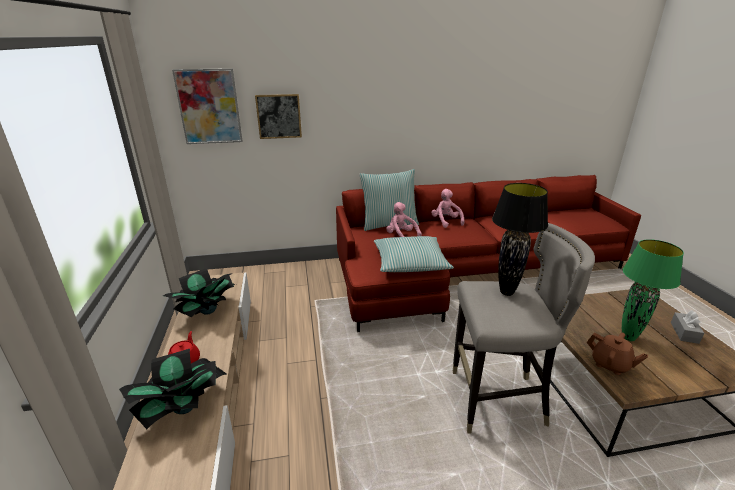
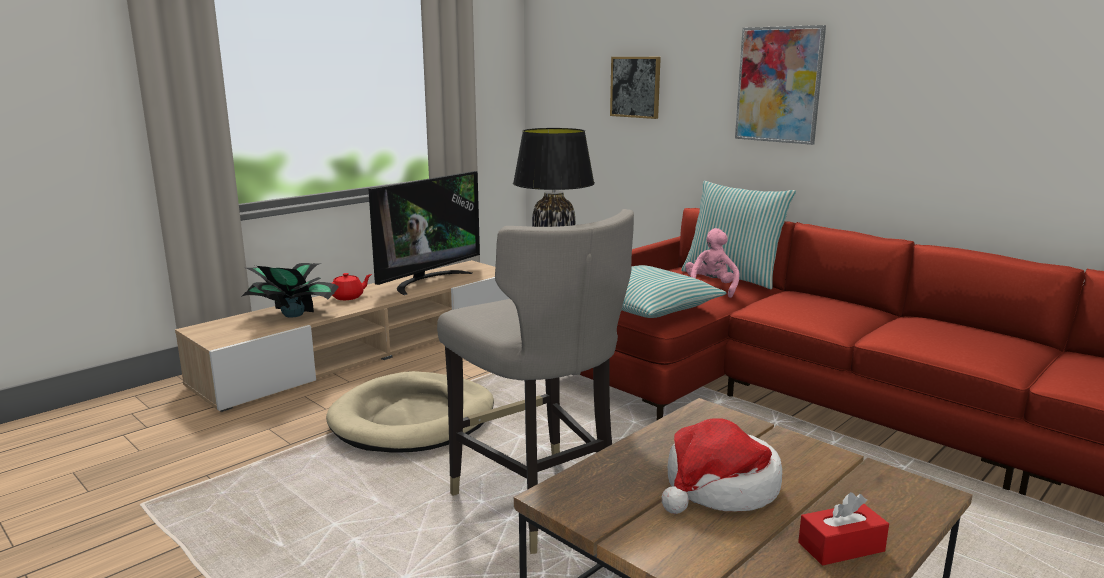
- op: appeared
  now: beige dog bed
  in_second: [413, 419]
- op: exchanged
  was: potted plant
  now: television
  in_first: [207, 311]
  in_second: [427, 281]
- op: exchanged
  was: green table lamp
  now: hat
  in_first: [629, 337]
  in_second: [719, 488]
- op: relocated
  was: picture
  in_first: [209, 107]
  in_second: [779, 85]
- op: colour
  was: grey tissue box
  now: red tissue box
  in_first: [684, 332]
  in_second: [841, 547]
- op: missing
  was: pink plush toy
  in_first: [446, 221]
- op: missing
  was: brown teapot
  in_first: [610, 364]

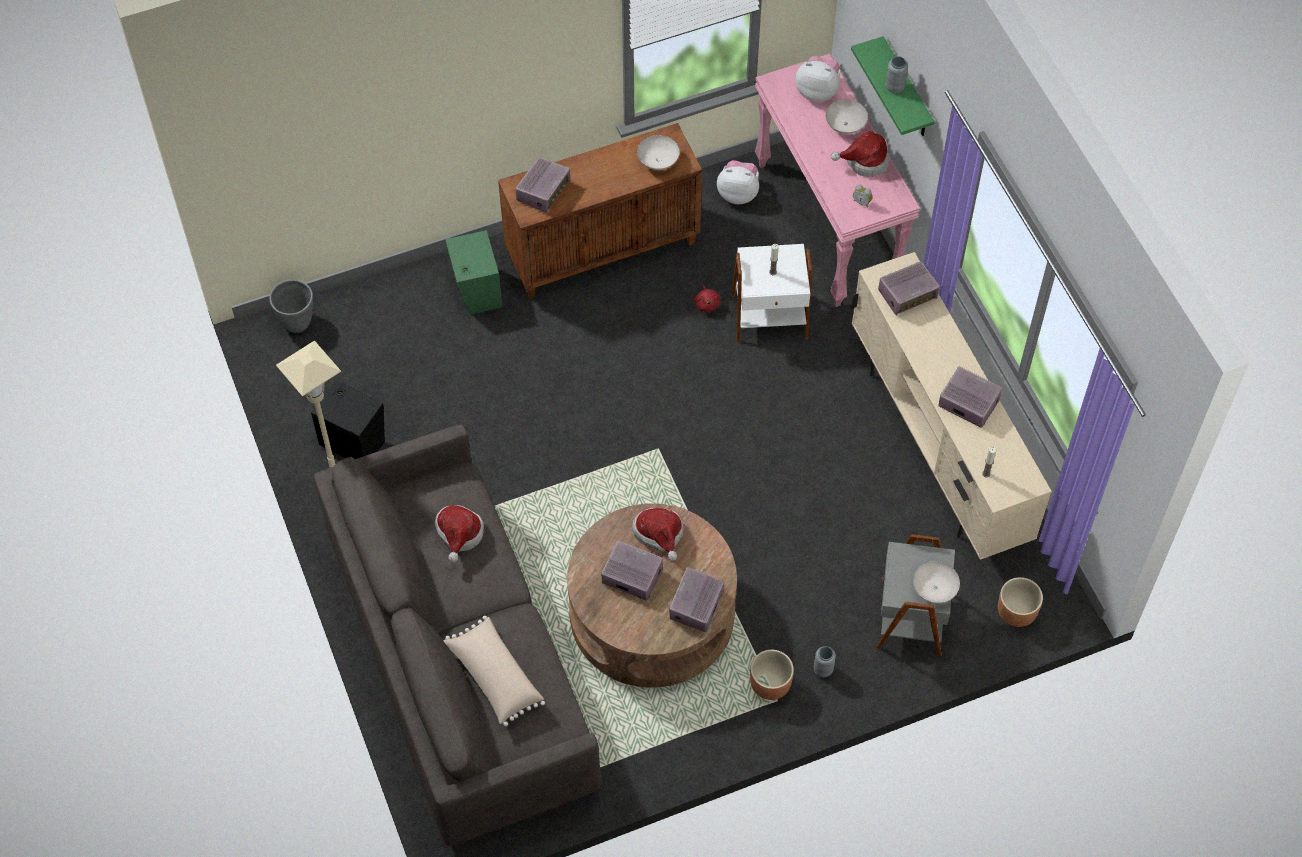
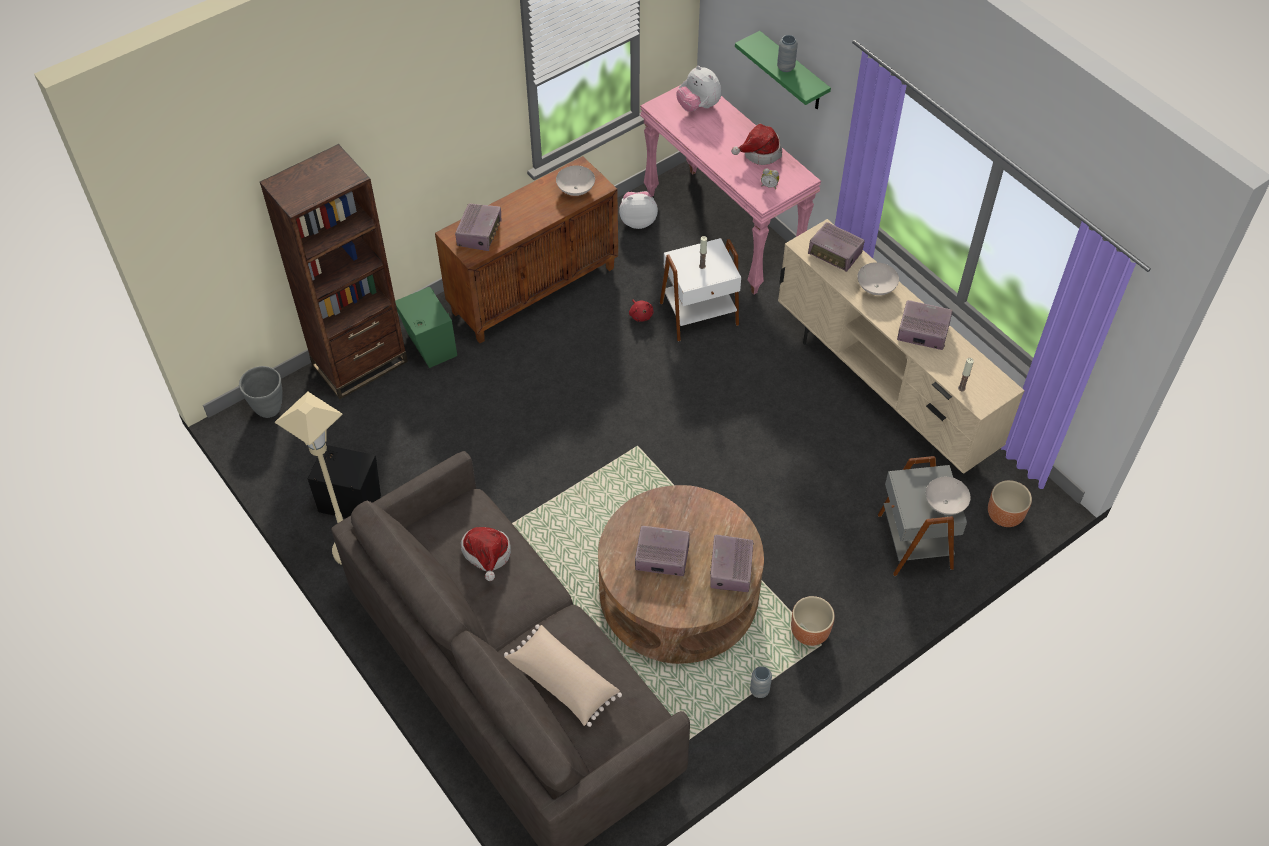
- op: appeared
  now: brown bookcase
  in_second: [360, 363]
- op: spun
  was: plush toy
  in_first: [817, 91]
  in_second: [698, 106]
  clockwise: -135
- op: relocated
  was: grey vase
  in_first: [823, 670]
  in_second: [759, 690]
- op: spun
  was: radio
  in_first: [908, 295]
  in_second: [835, 254]
  clockwise: 75
- op: relocated
  was: white bowl
  in_first: [845, 125]
  in_second: [876, 287]
- op: missing
  was: hat
  in_first: [660, 536]

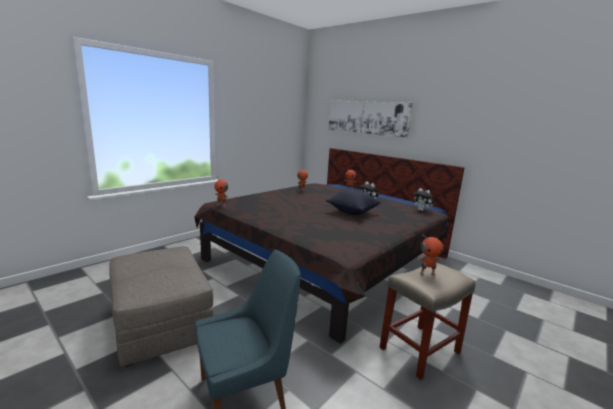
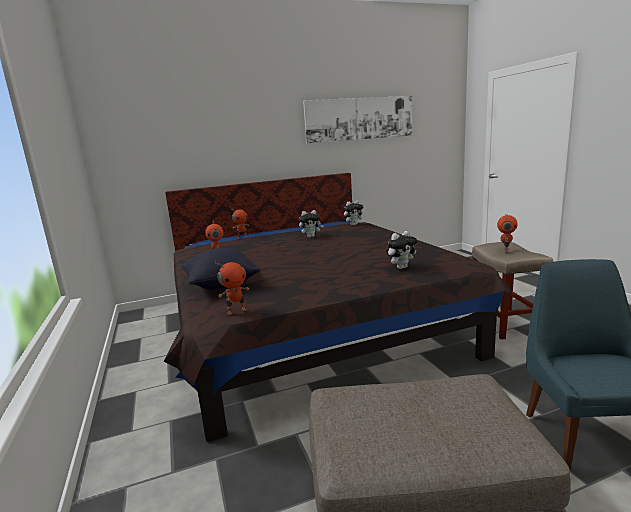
- op: relocated
  was: black pillow
  in_first: [352, 212]
  in_second: [221, 285]
- op: relocated
  was: picture
  in_first: [367, 117]
  in_second: [359, 119]
- op: appeared
  now: plush toy
  in_second: [401, 267]

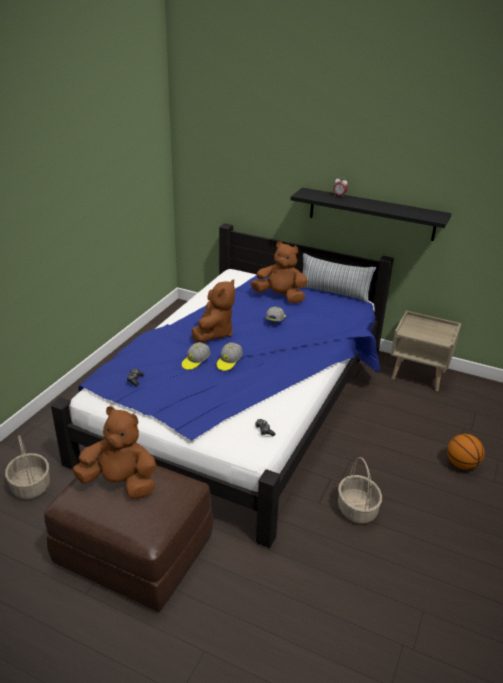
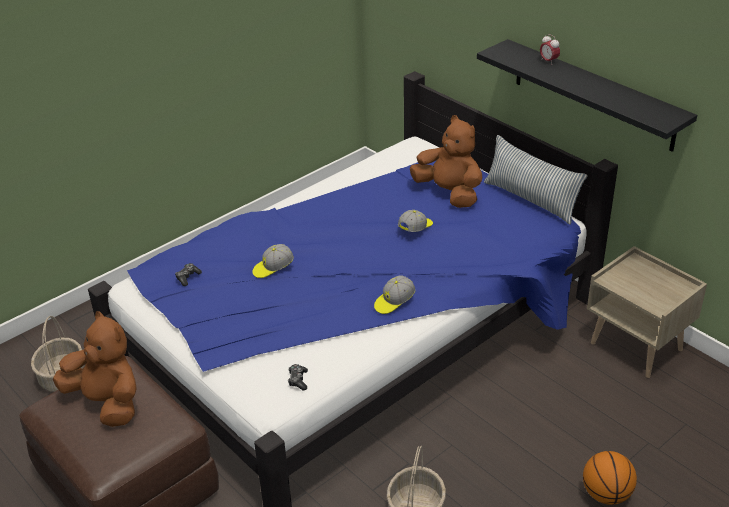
- op: relocated
  was: cap
  in_first: [229, 362]
  in_second: [394, 302]
- op: missing
  was: brown plush toy
  in_first: [214, 333]

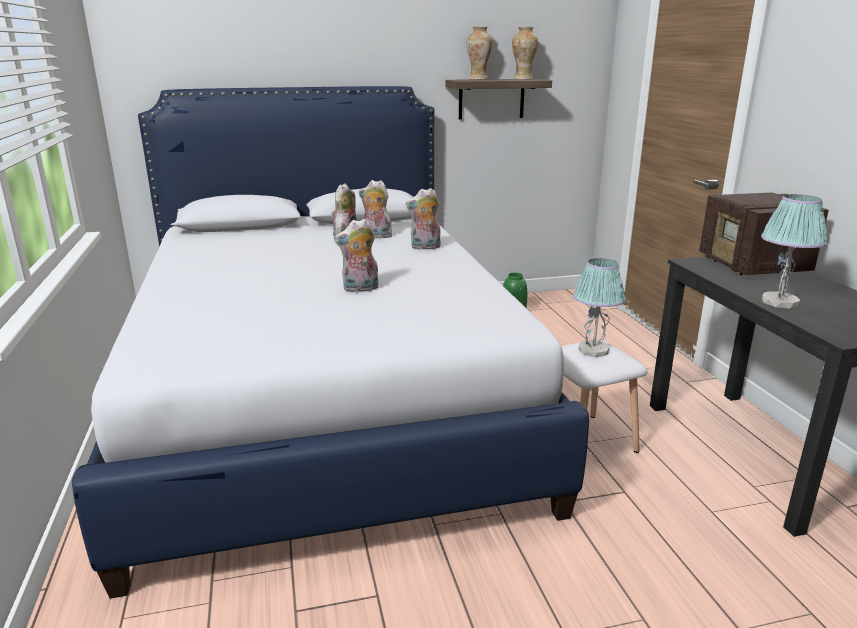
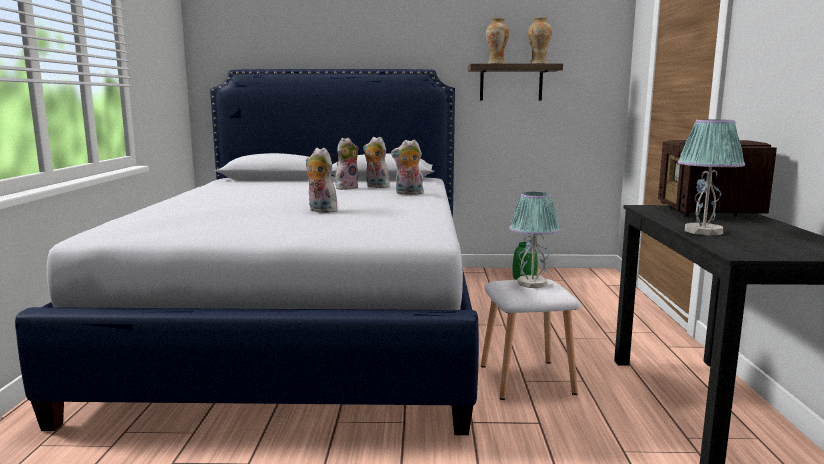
- op: spun
  was: plush toy
  in_first: [360, 289]
  in_second: [320, 211]
  clockwise: 45

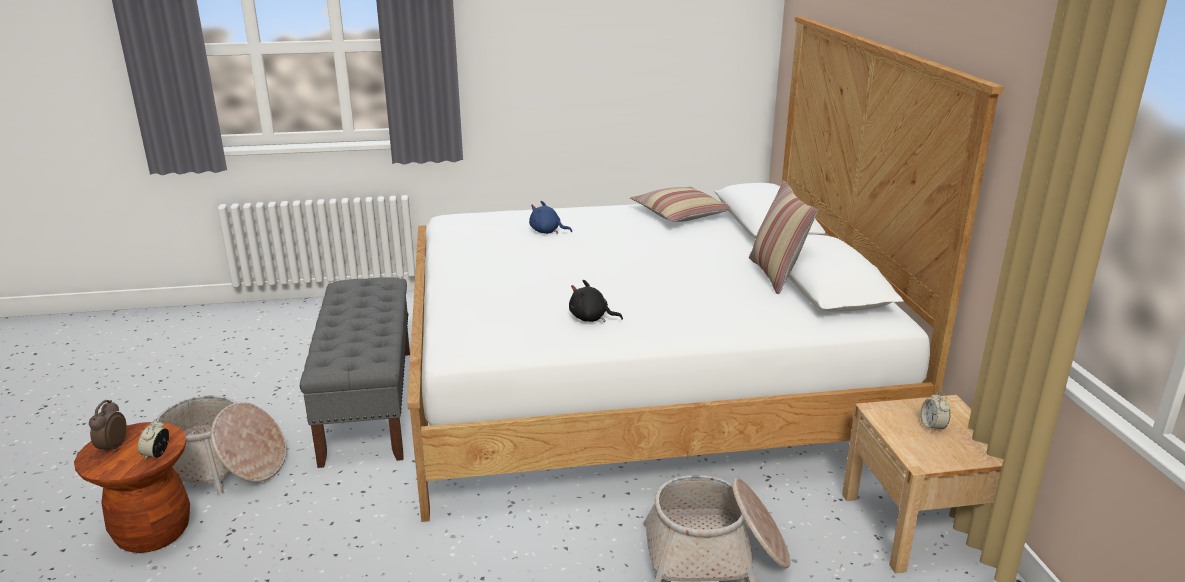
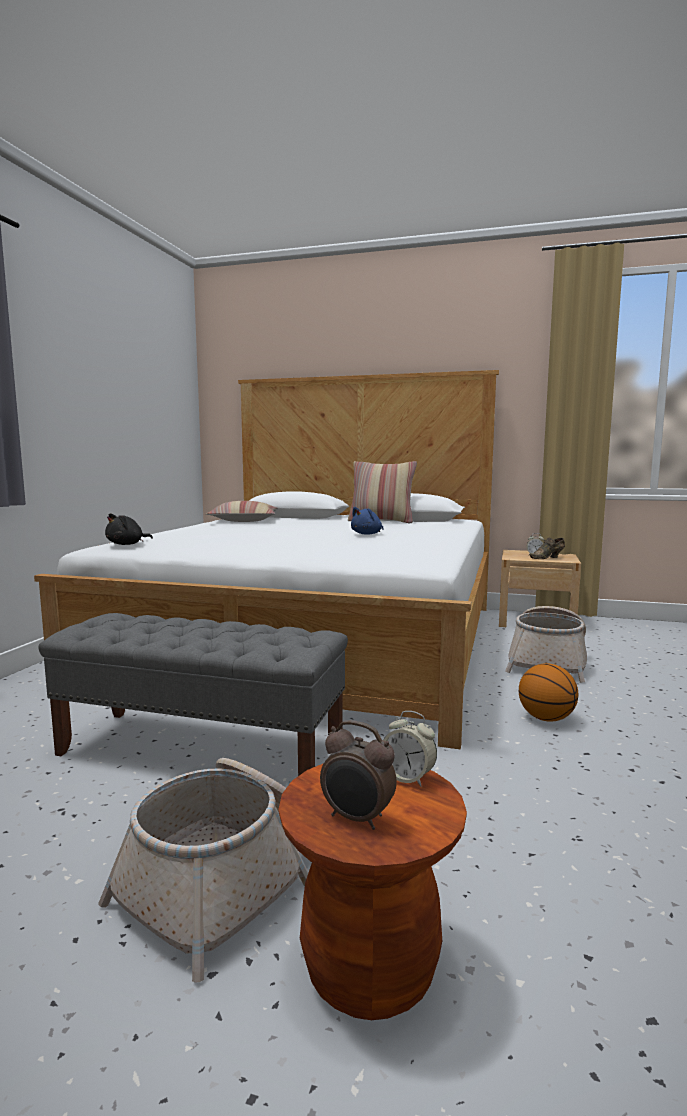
- op: relocated
  was: black plush toy
  in_first: [591, 318]
  in_second: [127, 544]
- op: relocated
  was: blue plush toy
  in_first: [547, 232]
  in_second: [367, 534]
- op: appeared
  now: basketball
  in_second: [546, 718]
- op: appeared
  now: brown shoe
  in_second: [548, 558]

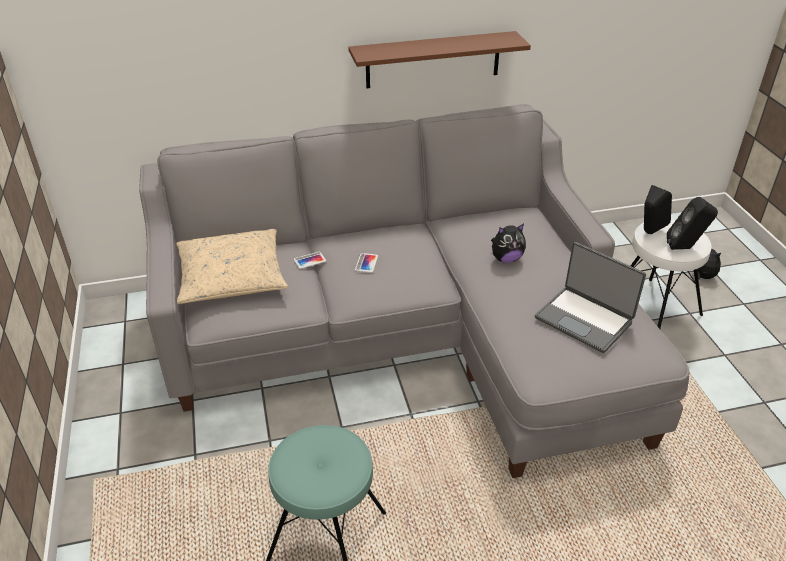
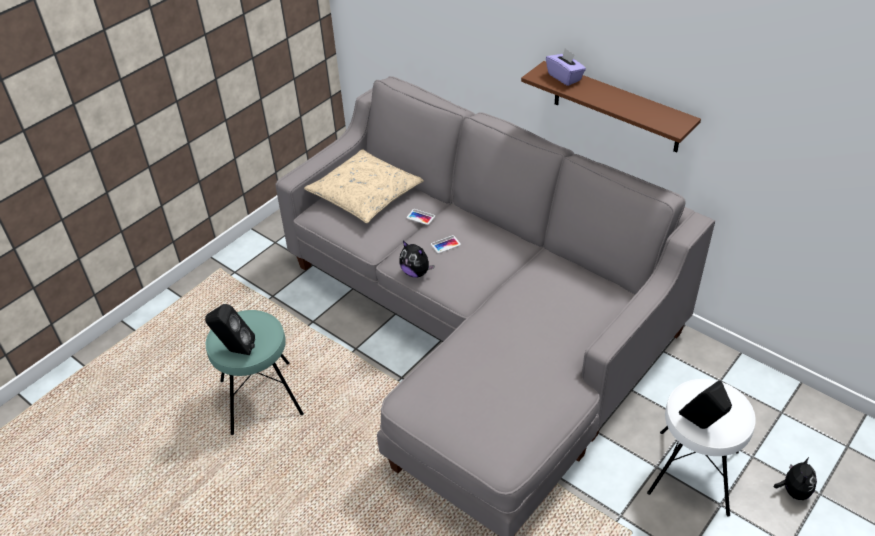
- op: relocated
  was: black speaker
  in_first: [649, 233]
  in_second: [235, 350]
- op: relocated
  was: plush toy
  in_first: [506, 259]
  in_second: [416, 272]
- op: appeared
  now: purple tissue box
  in_second: [565, 77]
- op: missing
  was: laptop
  in_first: [584, 319]

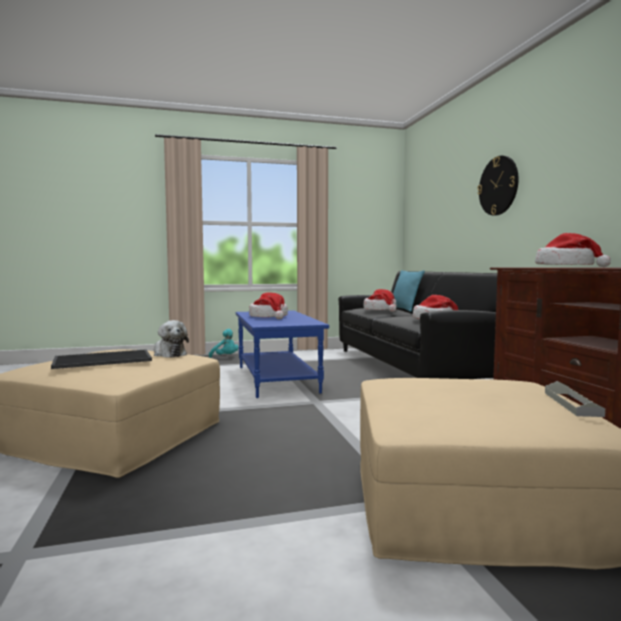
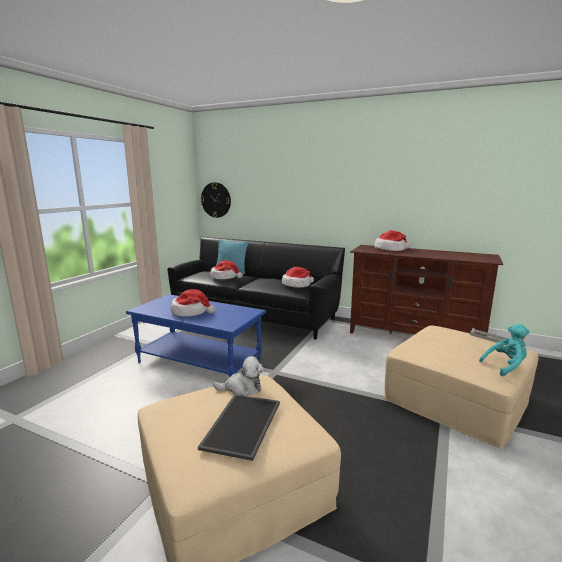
- op: relocated
  was: wall clock
  in_first: [498, 186]
  in_second: [216, 200]
- op: relocated
  was: turquoise plush toy
  in_first: [225, 357]
  in_second: [505, 366]

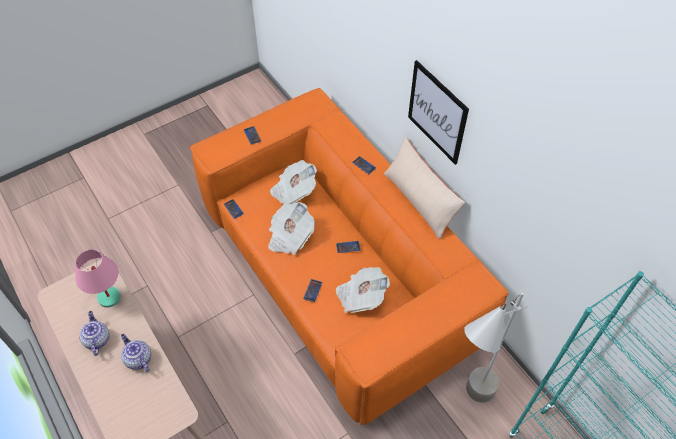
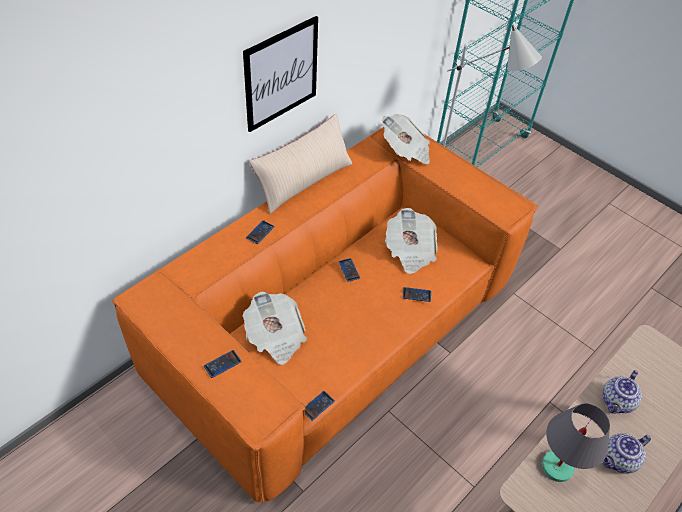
- op: relocated
  was: newspaper
  in_first: [290, 236]
  in_second: [406, 151]
- op: colour
  was: pink table lamp
  now: grey table lamp
  in_first: [110, 297]
  in_second: [556, 466]

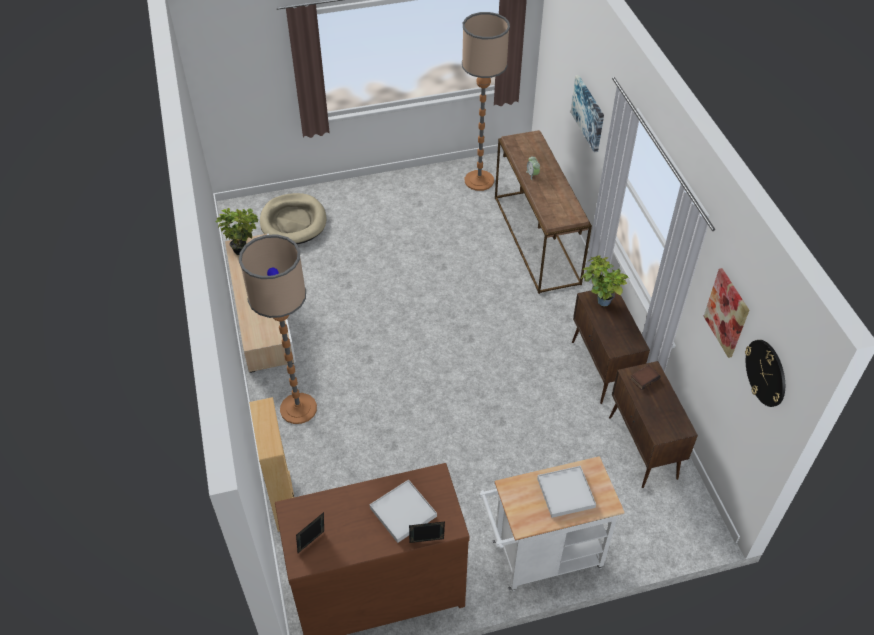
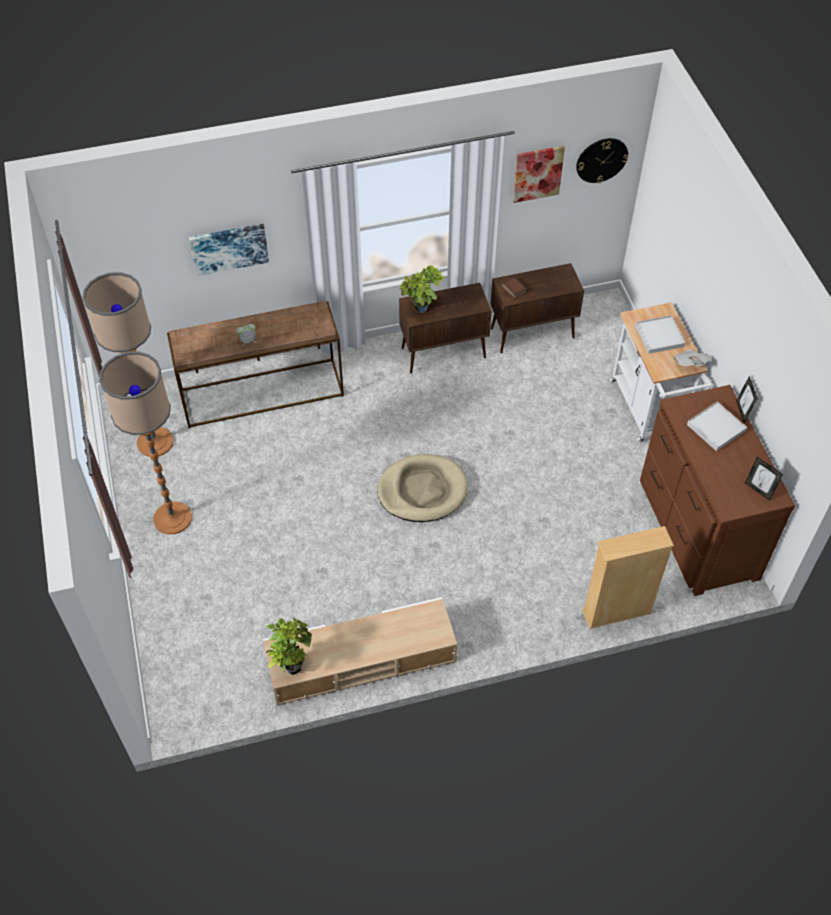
- op: relocated
  was: floor lamp
  in_first: [298, 408]
  in_second: [172, 518]
- op: relocated
  was: beige dog bed
  in_first: [293, 221]
  in_second: [422, 490]
- op: appeared
  now: newspaper
  in_second: [689, 364]

